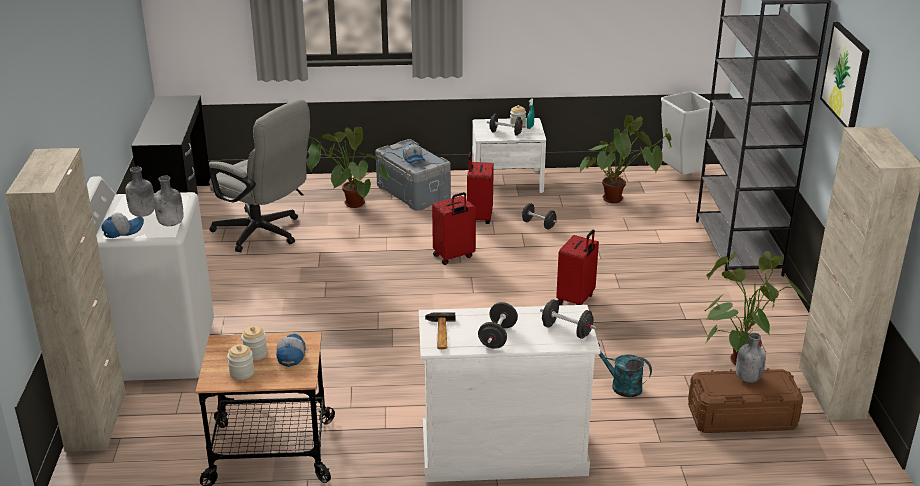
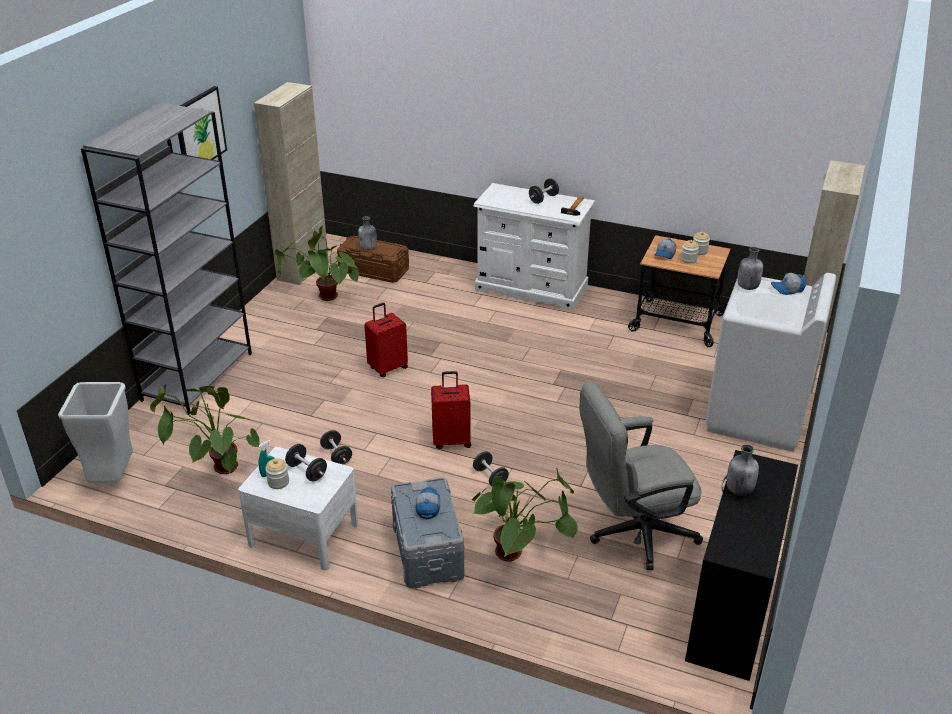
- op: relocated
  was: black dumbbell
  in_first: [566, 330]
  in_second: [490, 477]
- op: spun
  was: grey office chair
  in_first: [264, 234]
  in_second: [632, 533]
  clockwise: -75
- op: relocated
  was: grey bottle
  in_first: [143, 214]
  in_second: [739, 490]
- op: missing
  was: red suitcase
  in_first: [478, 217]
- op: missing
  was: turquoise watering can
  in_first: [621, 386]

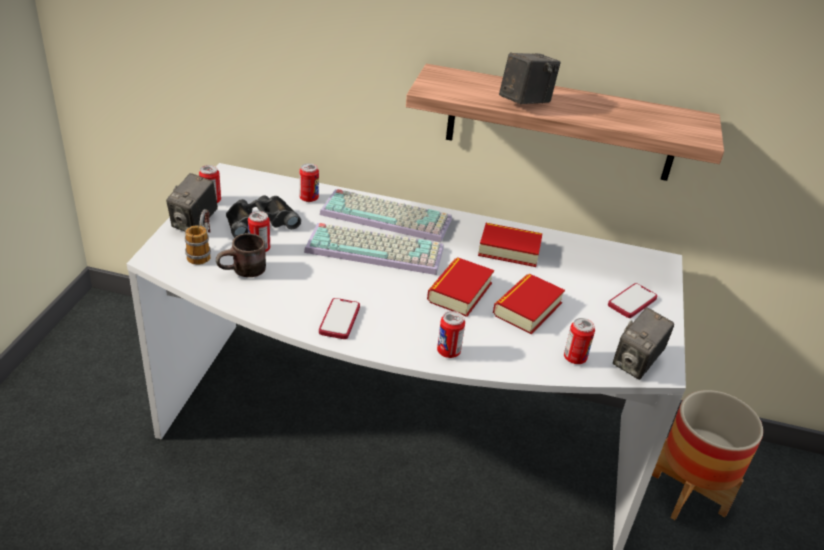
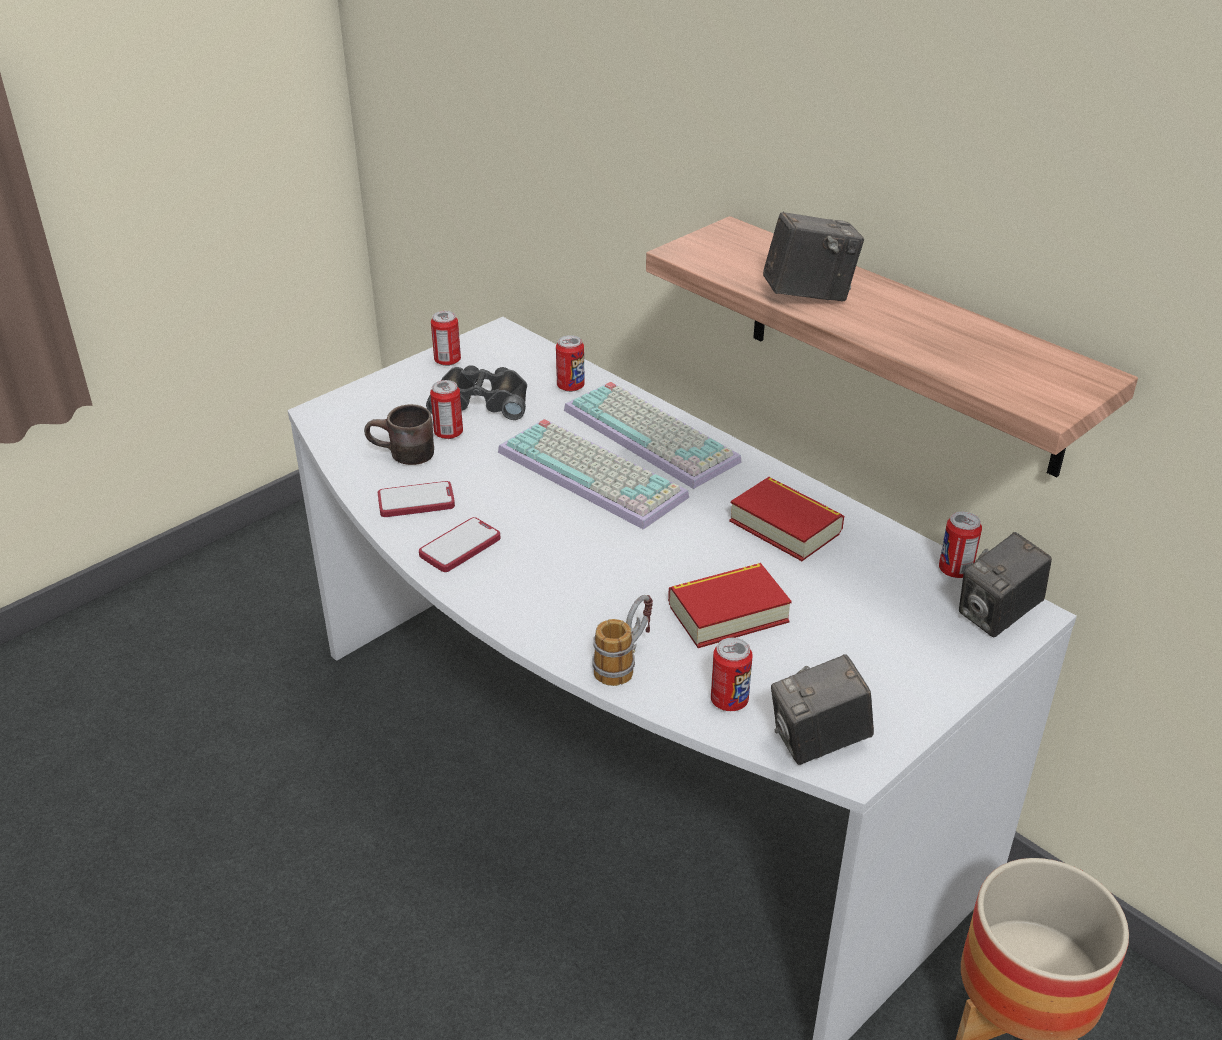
- op: relocated
  was: phone
  in_first: [632, 302]
  in_second: [416, 501]
- op: relocated
  was: mug
  in_first: [202, 251]
  in_second: [625, 662]
- op: relocated
  was: can
  in_first: [448, 352]
  in_second: [955, 570]
- op: relocated
  was: photo camera
  in_first: [194, 223]
  in_second: [997, 616]
- op: missing
  was: book
  in_first: [459, 292]

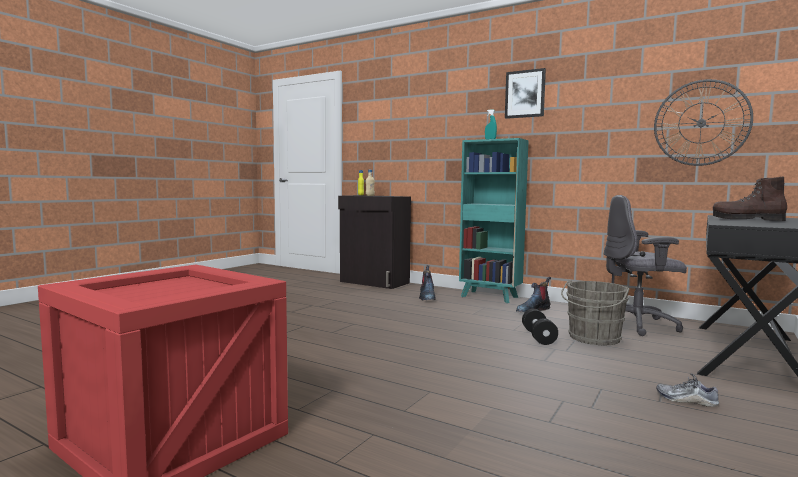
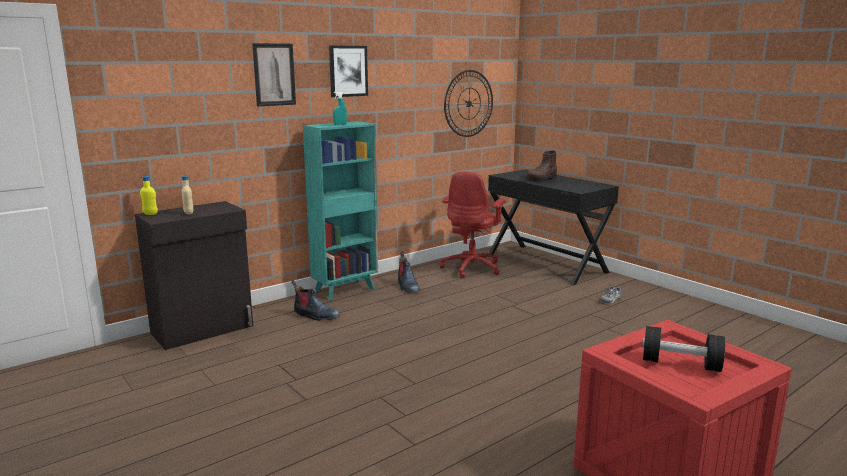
- op: appeared
  now: picture
  in_second: [274, 74]
- op: colour
  was: grey office chair
  now: red office chair
  in_first: [638, 325]
  in_second: [472, 268]
- op: relocated
  was: black dumbbell
  in_first: [538, 337]
  in_second: [680, 364]
- op: missing
  was: grey bucket
  in_first: [593, 338]

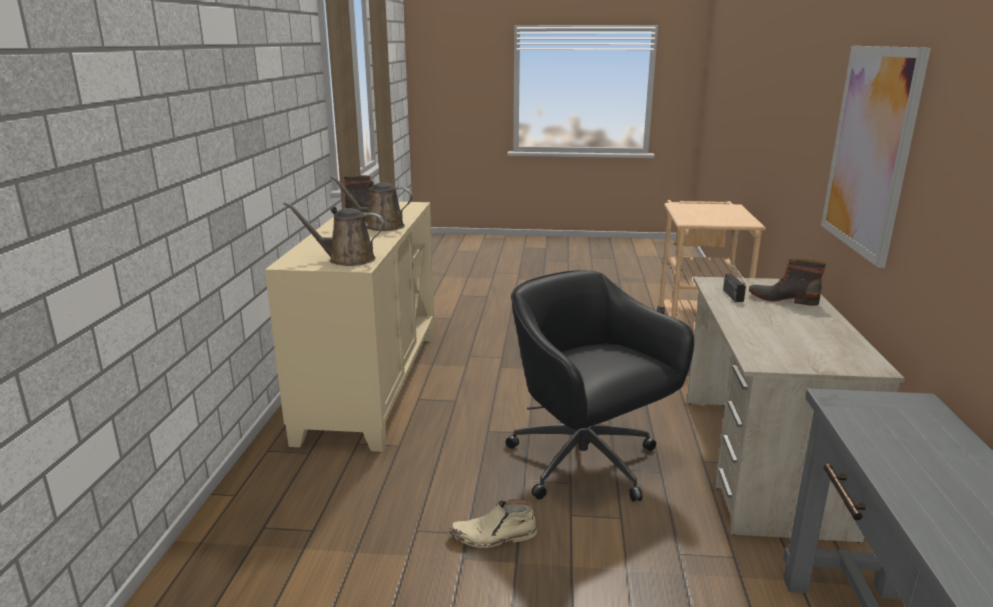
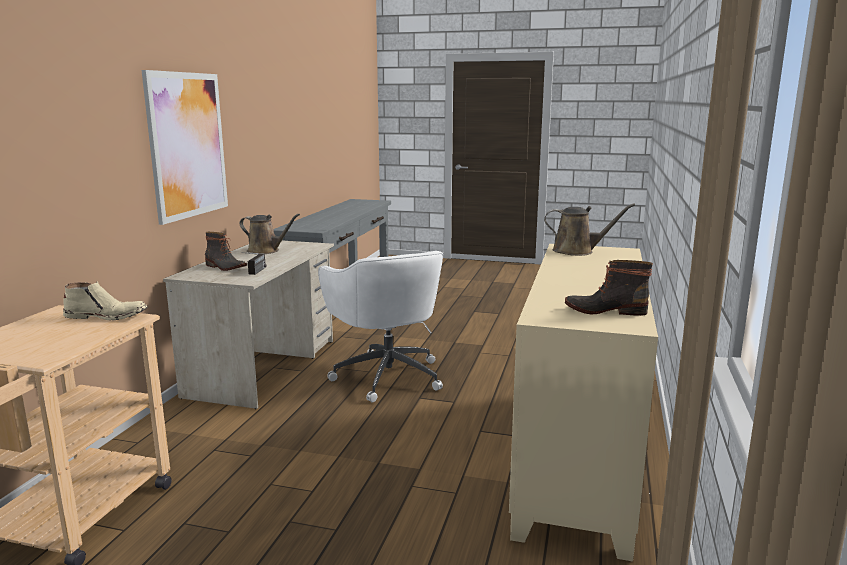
- op: relocated
  was: beige boot
  in_first: [493, 536]
  in_second: [107, 316]
- op: relocated
  was: brown watering can
  in_first: [380, 226]
  in_second: [266, 251]
- op: colour
  was: black office chair
  now: white office chair
  in_first: [586, 464]
  in_second: [387, 375]

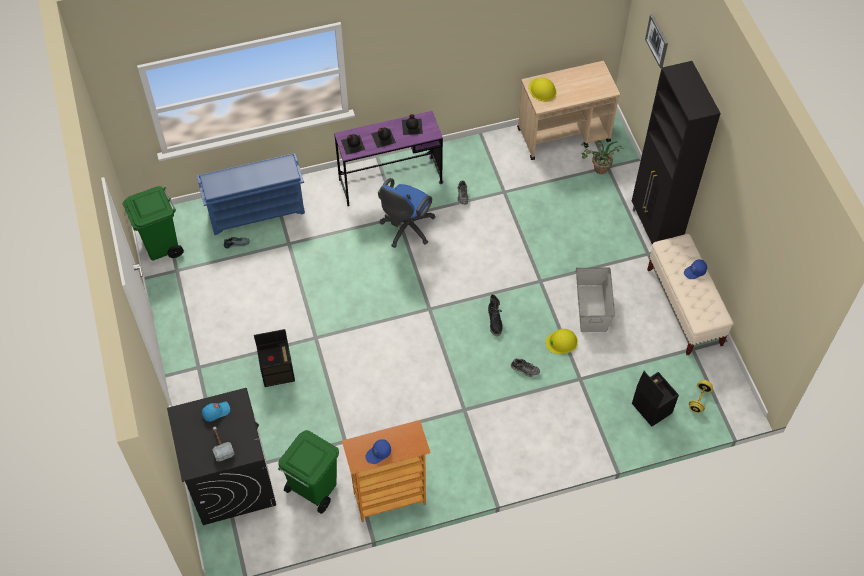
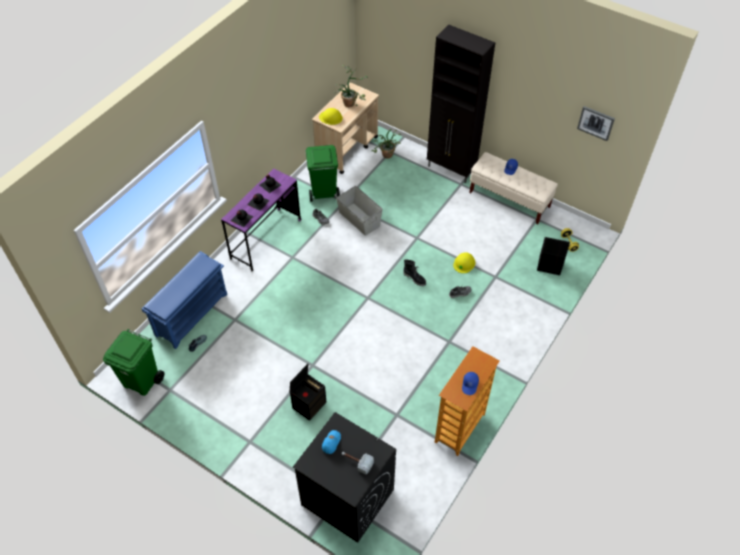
- op: relocated
  was: green trash can
  in_first: [313, 489]
  in_second: [323, 193]
- op: appeared
  now: potted plant
  in_second: [351, 103]
- op: relocated
  was: grey storage box
  in_first: [592, 307]
  in_second: [359, 218]
- op: relocated
  was: picture
  in_first: [657, 40]
  in_second: [596, 123]
- op: missing
  was: blue office chair
  in_first: [406, 229]

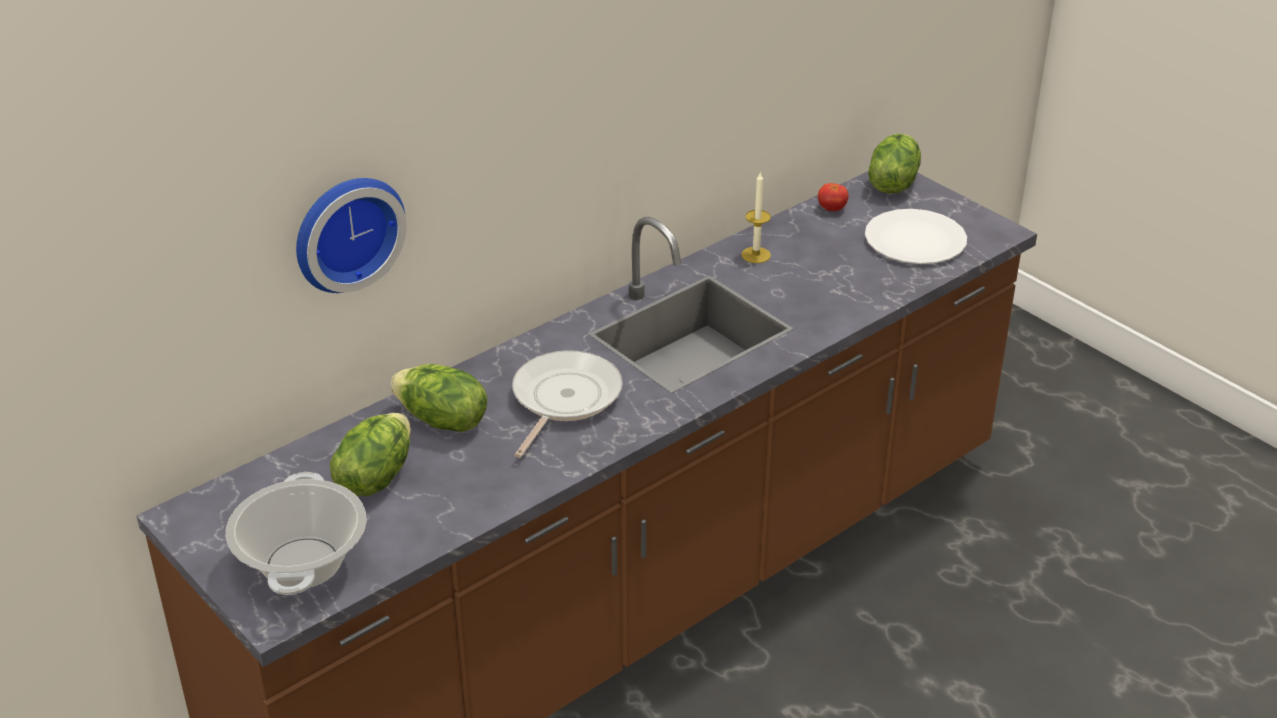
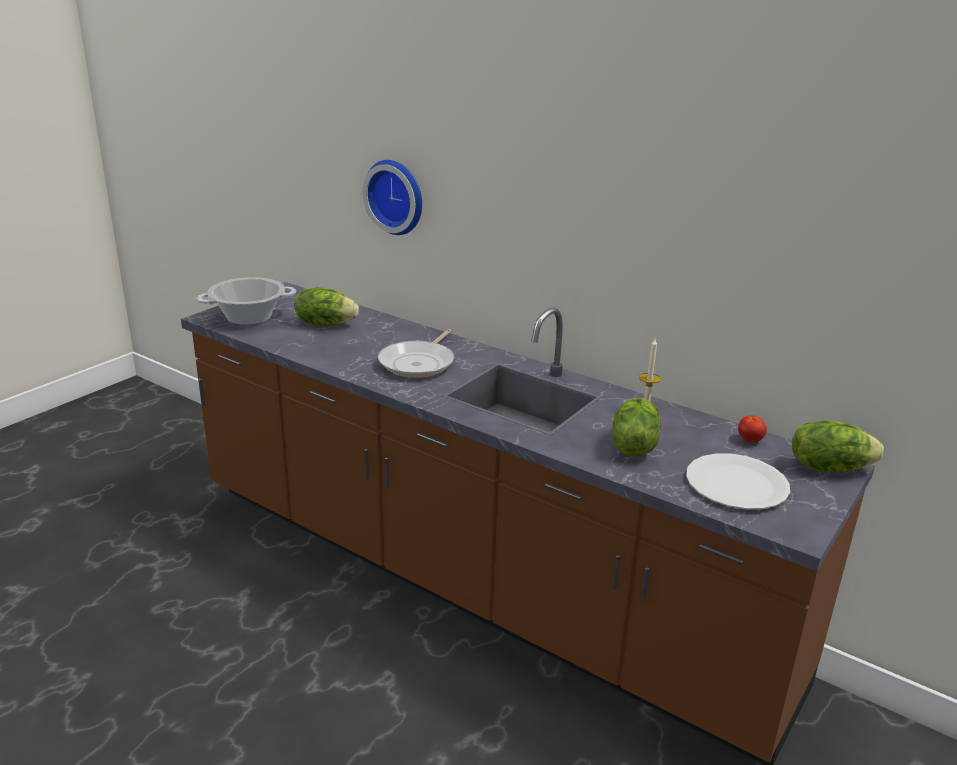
- op: spun
  was: frying pan
  in_first: [563, 399]
  in_second: [419, 363]
  clockwise: 105
- op: relocated
  was: lettuce
  in_first: [442, 421]
  in_second: [633, 446]

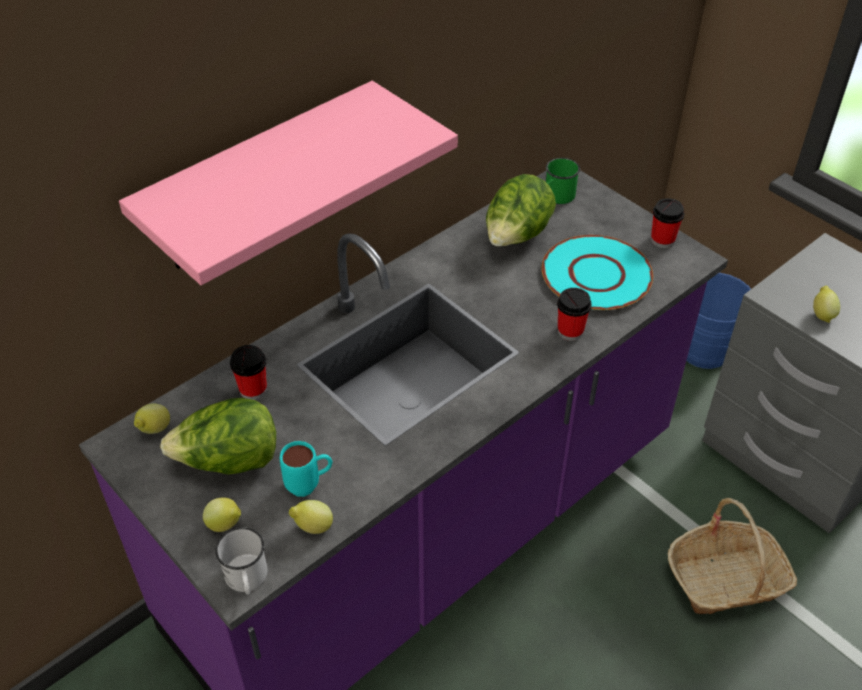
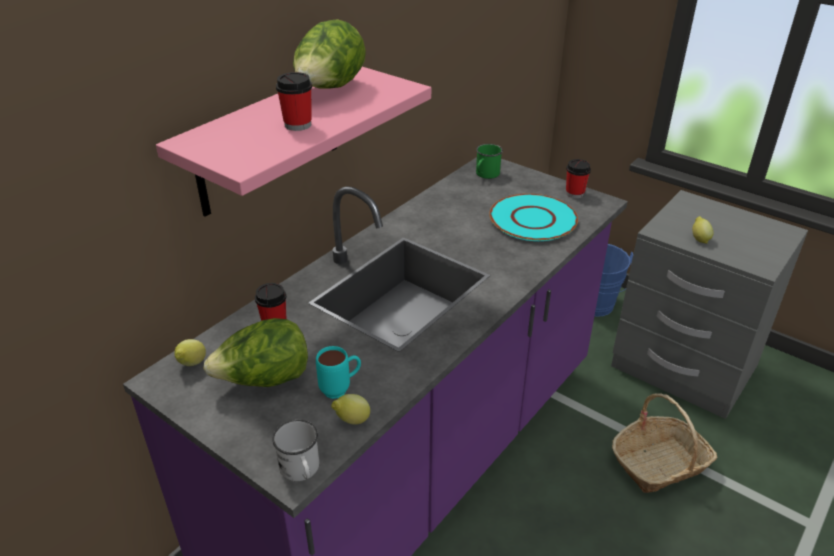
- op: relocated
  was: cup
  in_first: [570, 331]
  in_second: [298, 125]
- op: relocated
  was: lettuce
  in_first: [516, 237]
  in_second: [329, 89]
- op: missing
  was: lemon
  in_first: [225, 525]

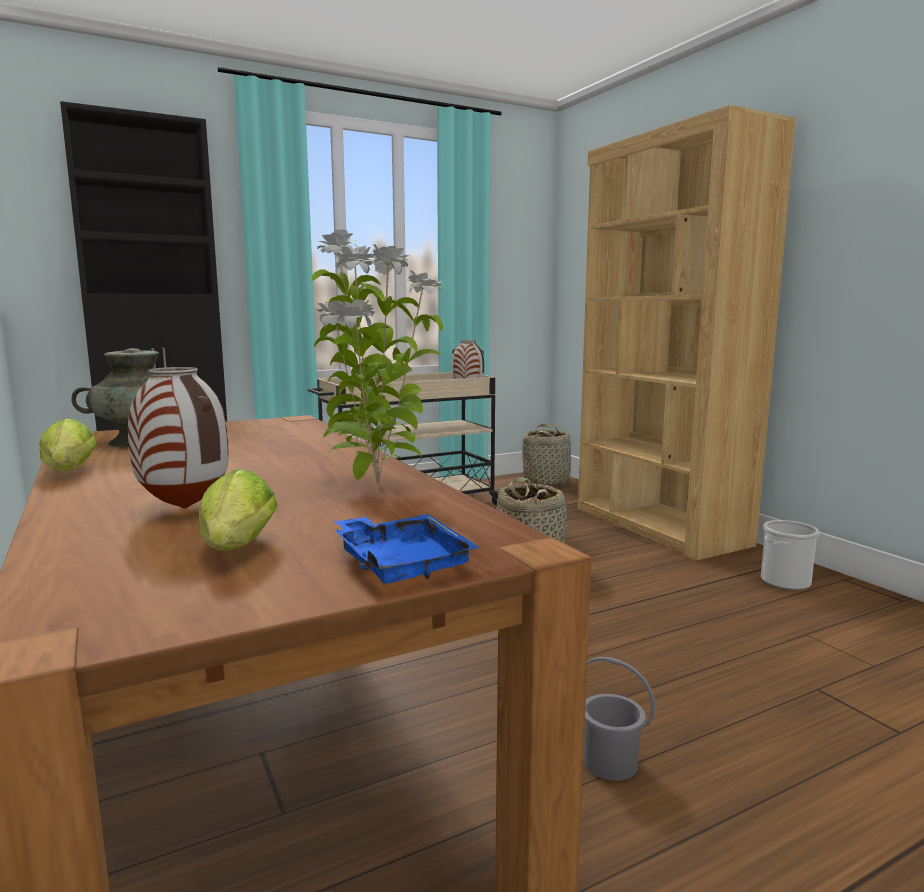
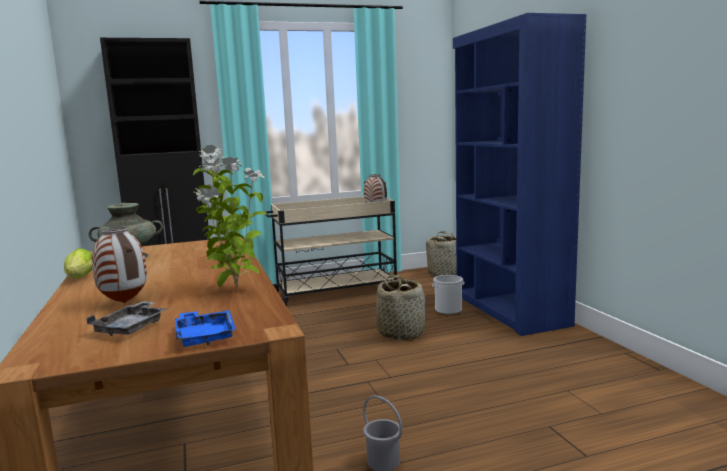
- op: exchanged
  was: lettuce
  now: grey tray
  in_first: [236, 551]
  in_second: [132, 327]
- op: relocated
  was: bucket
  in_first: [785, 581]
  in_second: [448, 310]
- op: colour
  was: brown bookcase
  now: blue bookcase
  in_first: [658, 526]
  in_second: [509, 310]

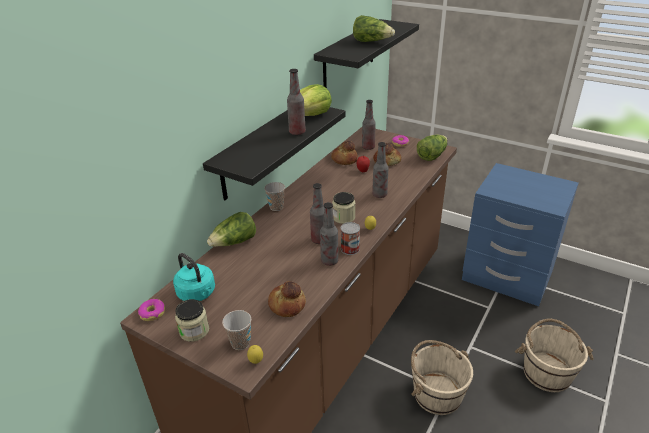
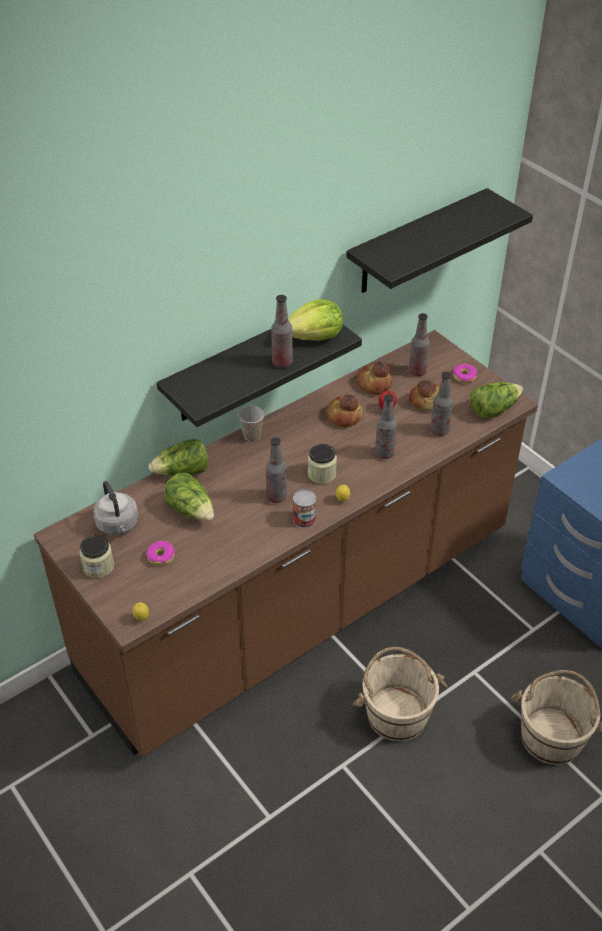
- op: colour
  was: turquoise kettle
  now: grey kettle
  in_first: [198, 294]
  in_second: [118, 525]
- op: relocated
  was: donut
  in_first: [152, 313]
  in_second: [161, 556]
- op: relocated
  was: lettuce
  in_first: [371, 41]
  in_second: [191, 510]
- op: relocated
  was: bread
  in_first: [286, 304]
  in_second: [343, 416]
- op: relocated
  was: bottle
  in_first: [329, 261]
  in_second: [439, 430]
- op: missing
  was: cup
  in_first: [240, 343]

